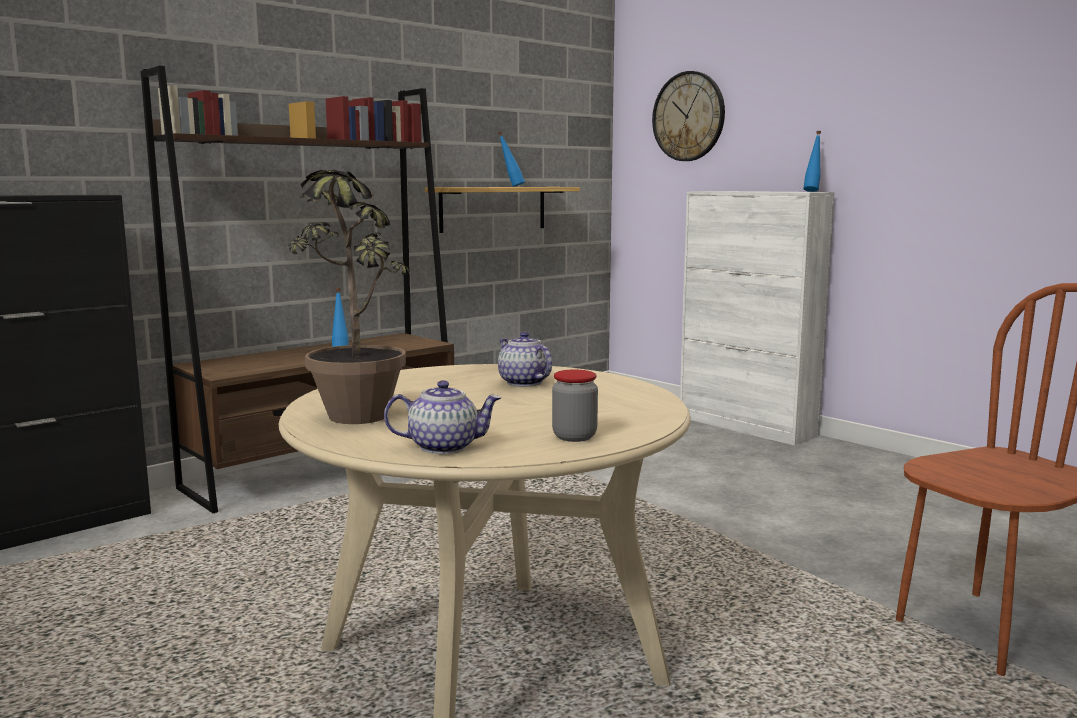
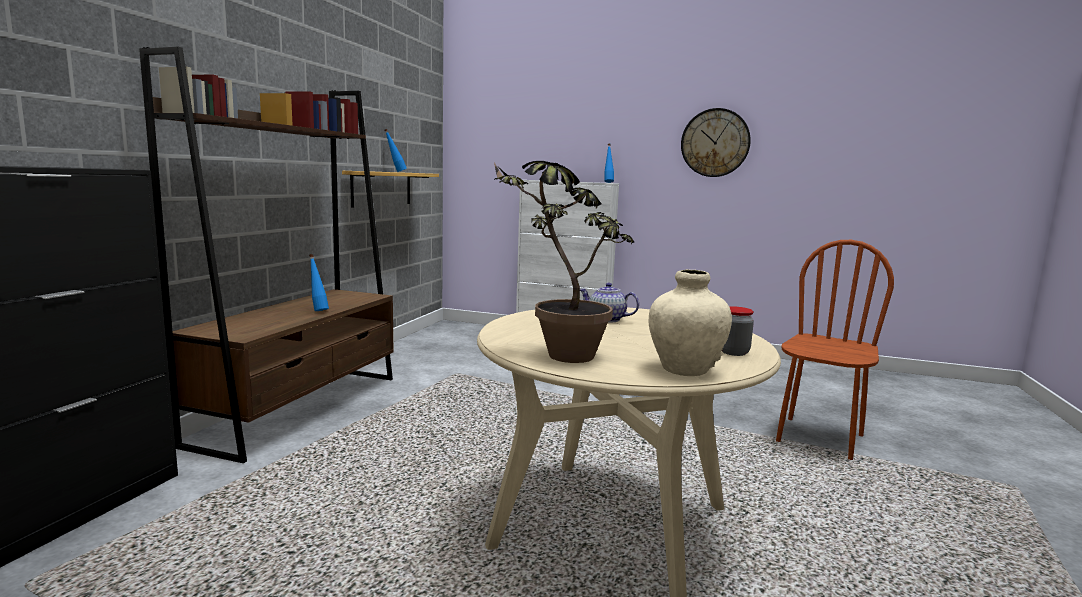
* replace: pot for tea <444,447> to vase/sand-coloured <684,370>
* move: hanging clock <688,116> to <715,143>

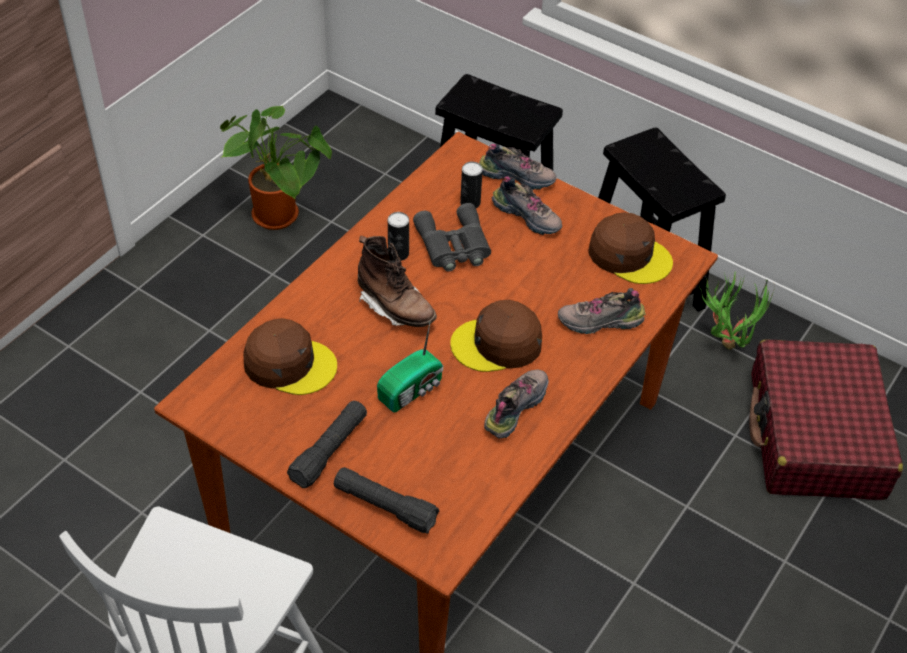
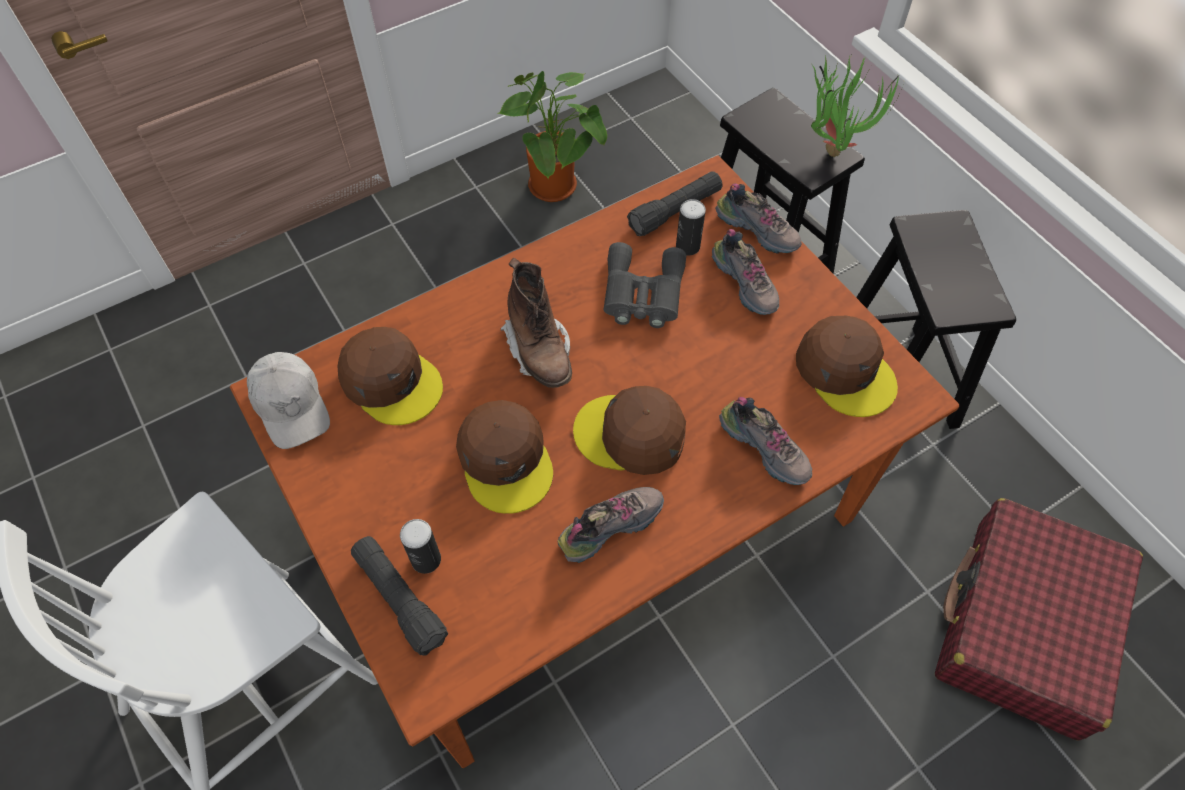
* move: torch/blackish <329,450> to <675,211>
* replace: radio set <412,390> to cap/brown-coloured <506,460>
* move: sealed can <398,254> to <426,559>
* rotate: shoe <600,322> = <766,448> 150 degrees counterclockwise
* move: houseplant <725,339> to <833,146>
* insert: cap/white <291,405>

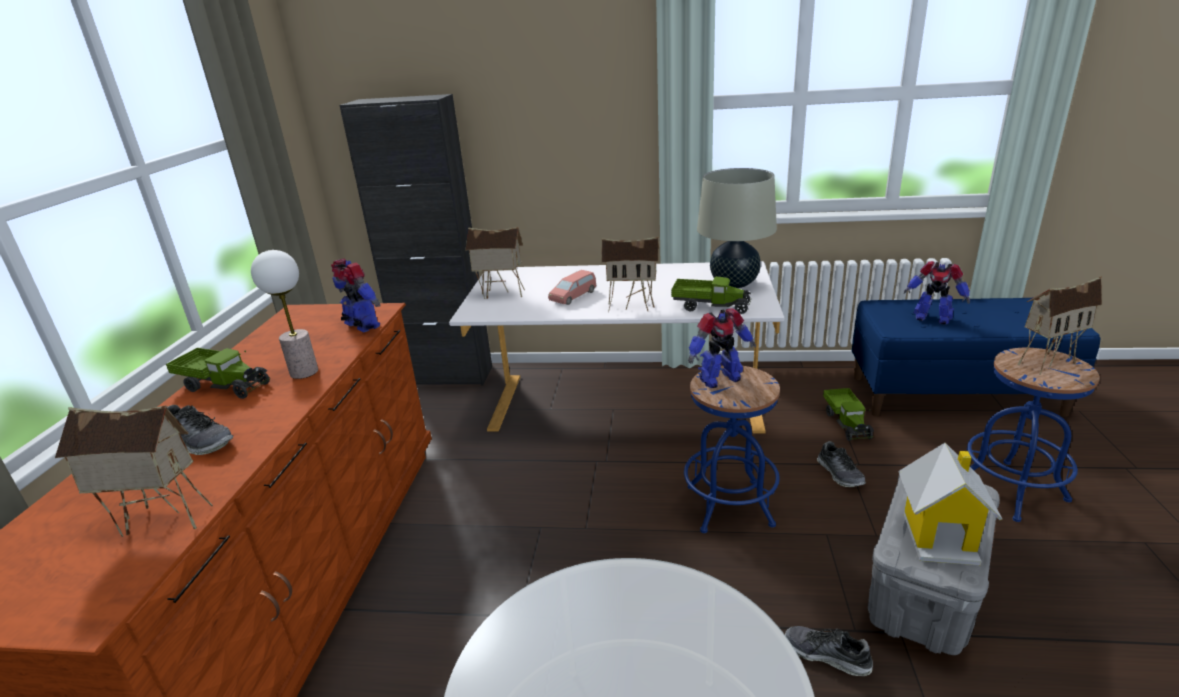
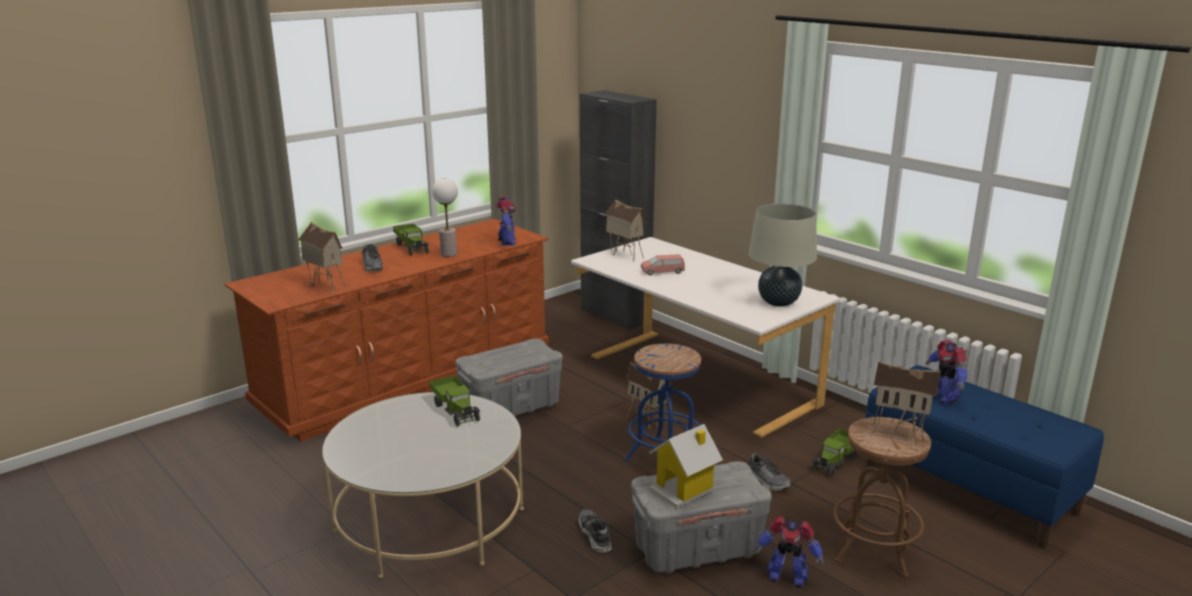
* move: toy house <632,306> to <647,420>
* move: toy lorry <710,306> to <456,410>
* move: toy robot <719,379> to <786,576>
* rotate: shoe <840,474> = <767,480> 60 degrees counterclockwise
* recolor: stool seat/bluish <1011,490> to stool seat/brown-coloured <874,550>
* insert: storage bin/gray <511,407>

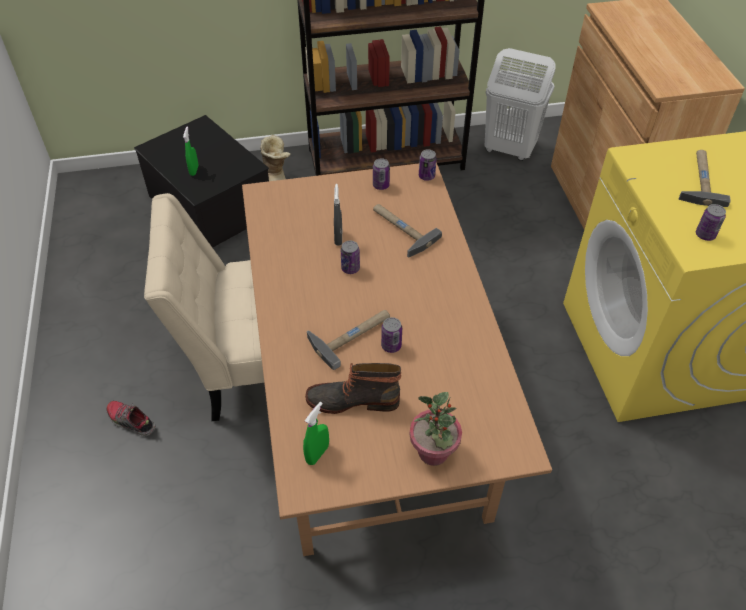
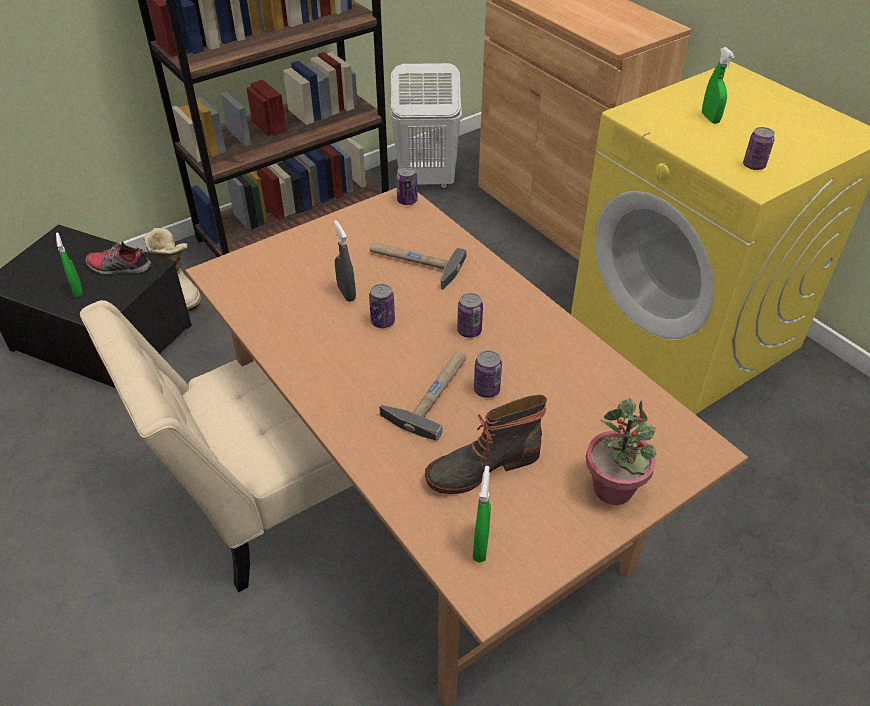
* move: shoe <131,421> to <119,268>
* move: sealed can <381,185> to <469,331>
* replace: tool hammer <700,179> to hand sprayer/green <710,118>

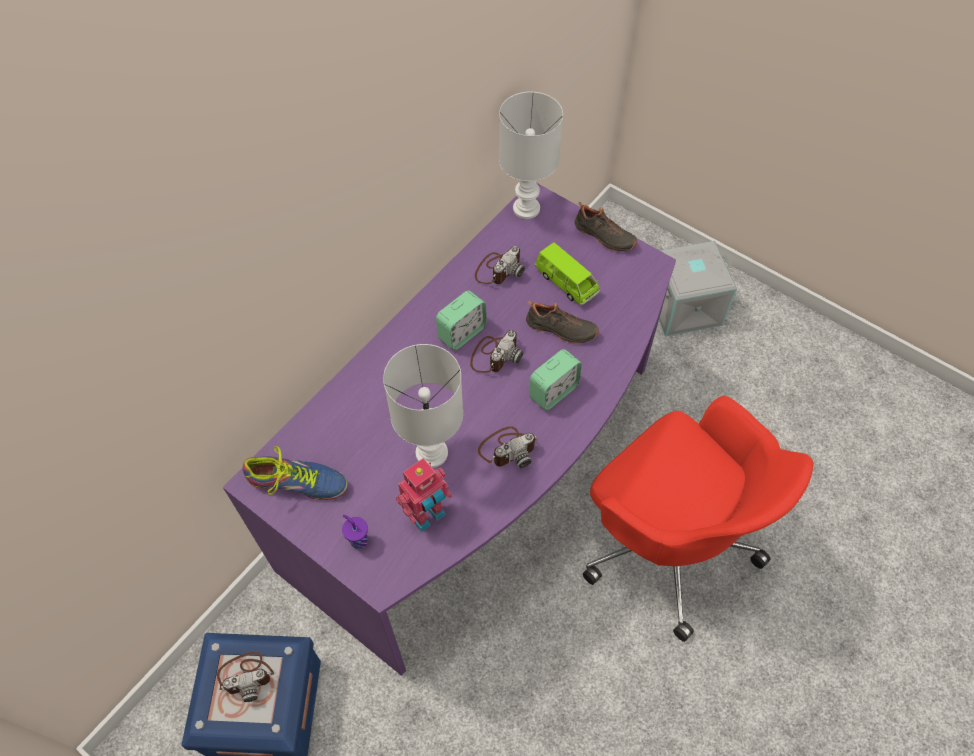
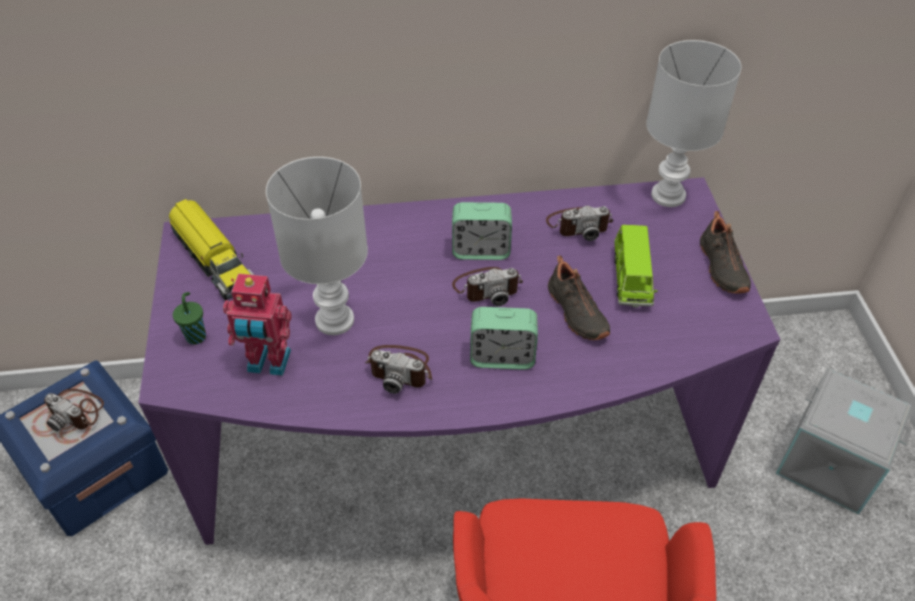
* replace: shoe <297,482> to toy lorry <213,259>
* recolor: drinking cup/purplish <358,540> to drinking cup/green <196,336>

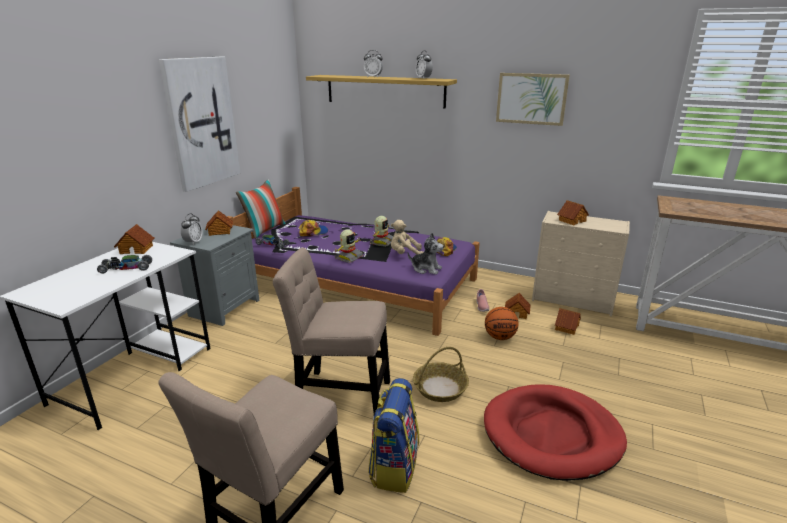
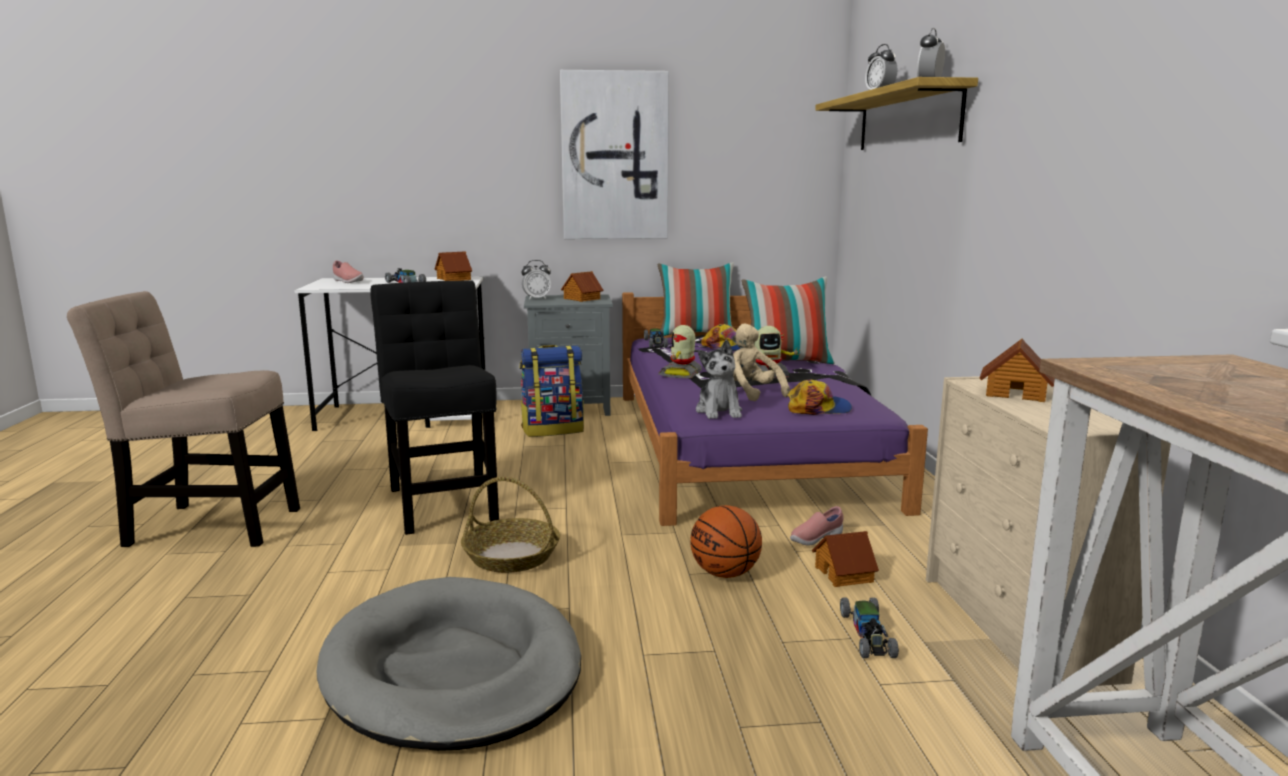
* recolor: upright chair/sand-coloured <339,394> to upright chair/blackish <443,501>
* rotate: toy robot <348,257> = <681,374> 105 degrees clockwise
* move: knapsack <394,466> to <553,430>
* recolor: pet bed/reddish <552,434> to pet bed/gray <453,670>
* delete: wall art <531,98>
* replace: toy house <566,327> to model car <867,635>
* insert: shoe/pink <347,281>
* insert: pillow <787,363>

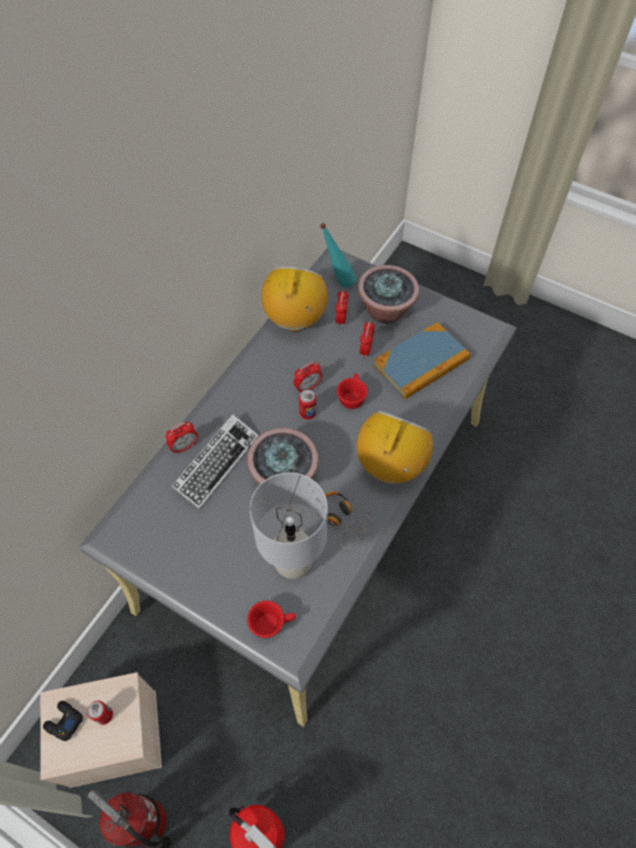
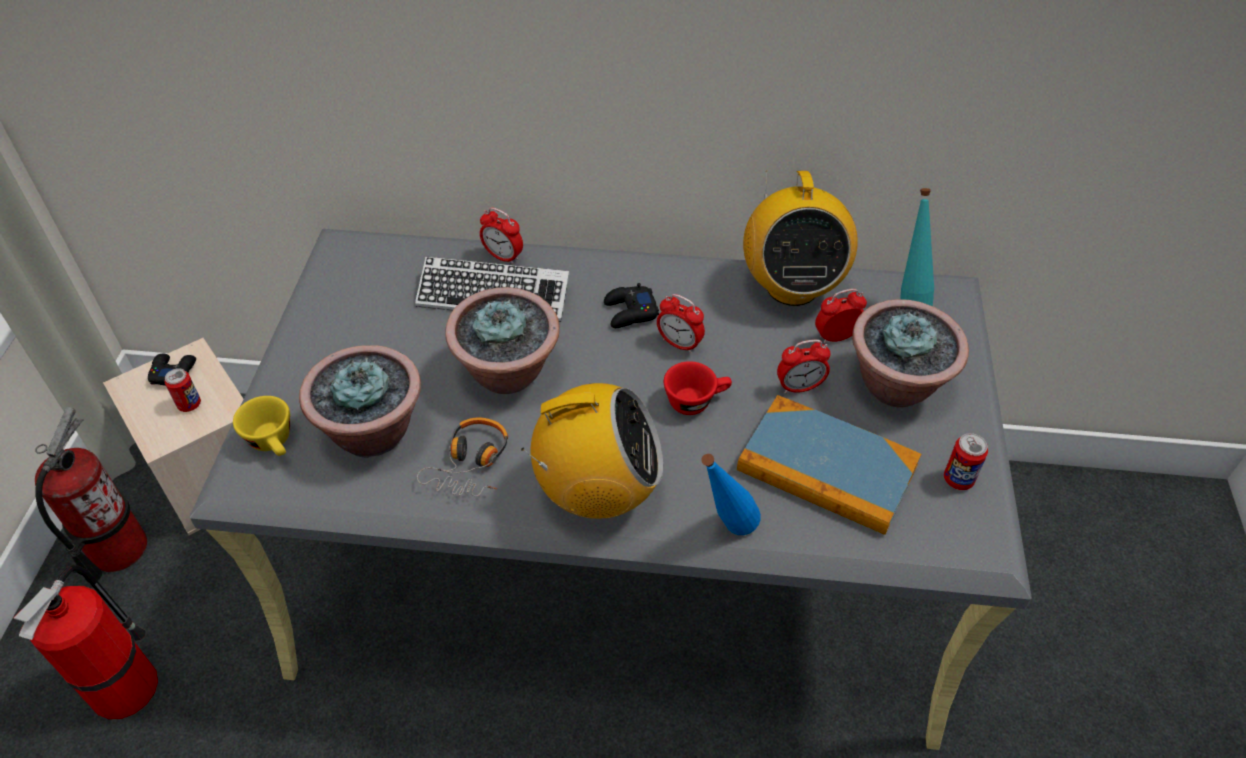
* recolor: drinking cup/reddish <272,623> to drinking cup/yellow-coloured <274,443>
* replace: tabletop lamp/gray <292,564> to houseplant <372,432>
* rotate: radio set <295,320> = <791,287> 105 degrees clockwise
* move: sealed can <307,413> to <958,479>
* insert: gamepad/blackish <630,312>
* insert: bottle/bluish <724,533>

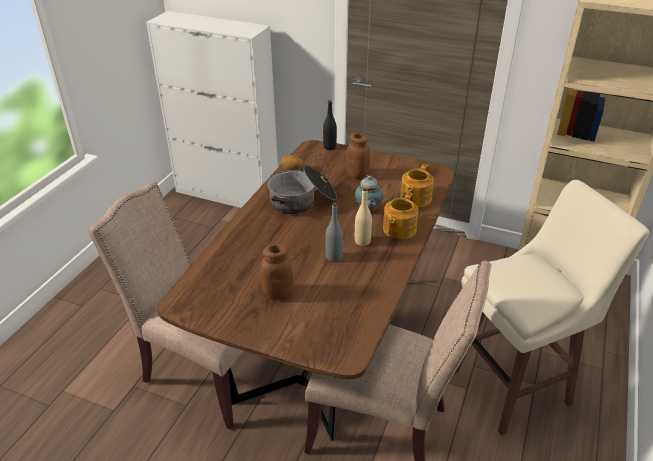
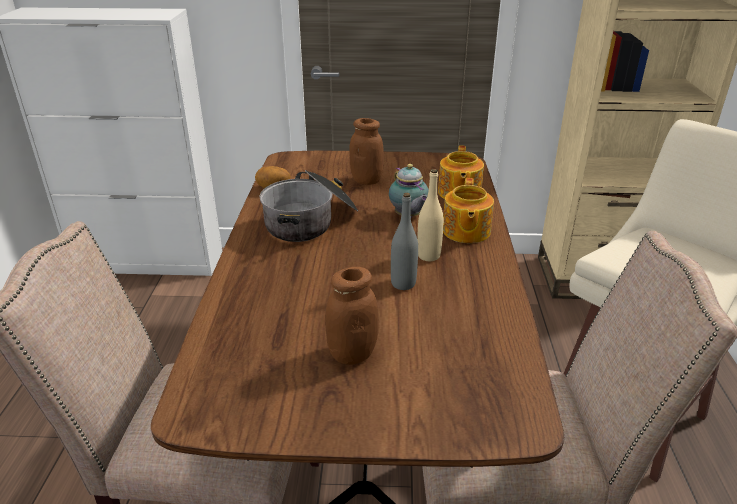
* delete: bottle/blackish <329,147>

